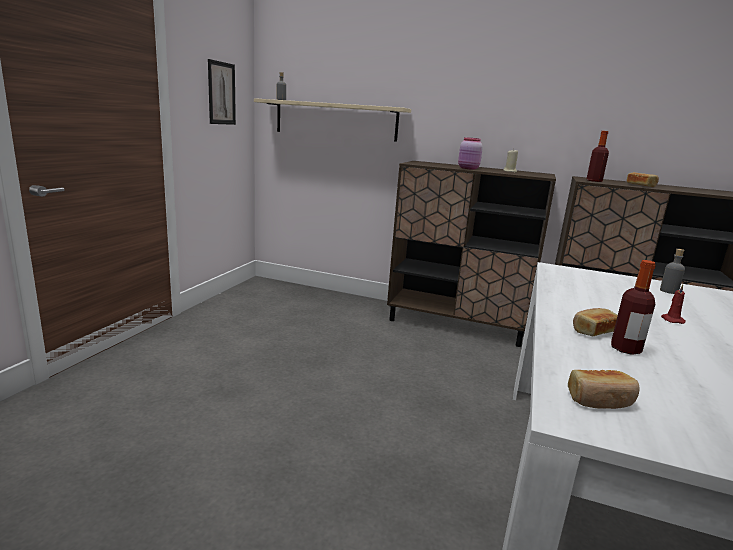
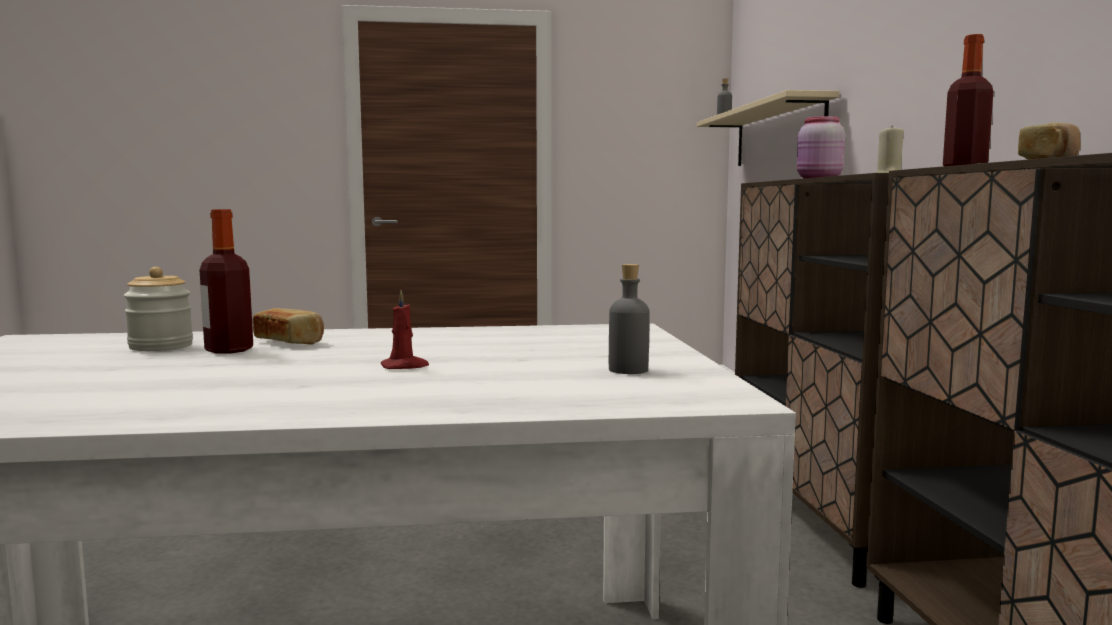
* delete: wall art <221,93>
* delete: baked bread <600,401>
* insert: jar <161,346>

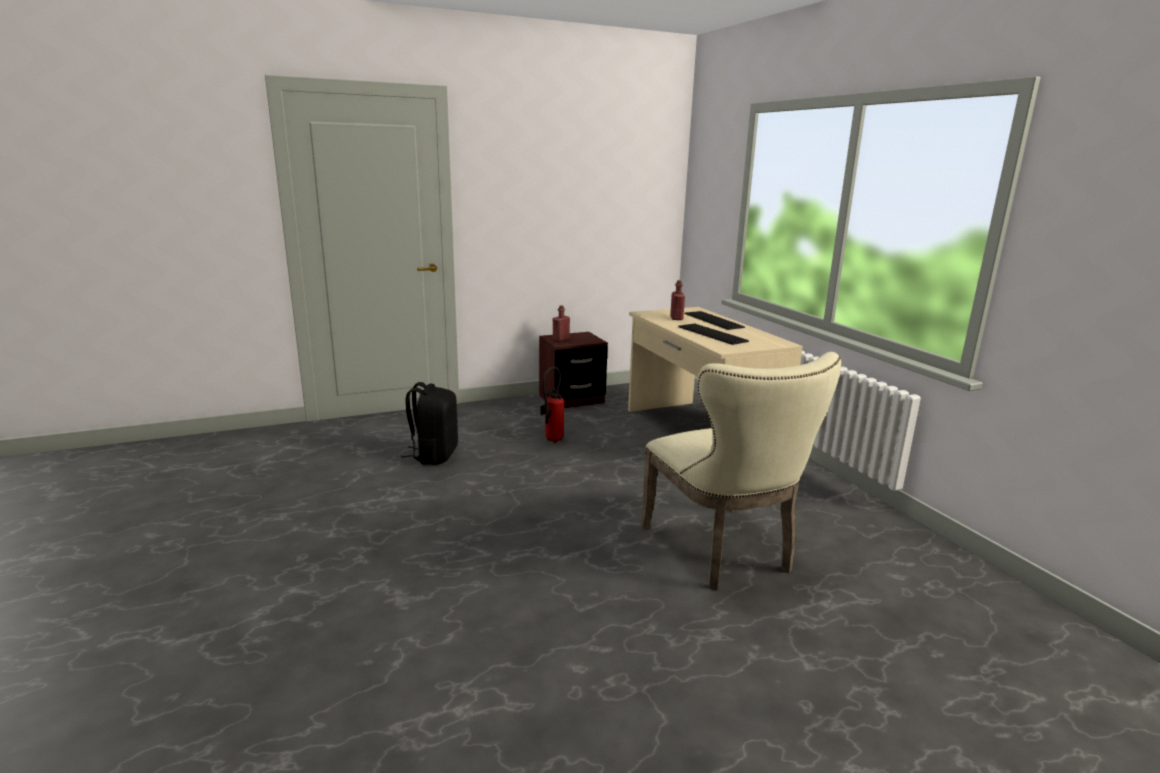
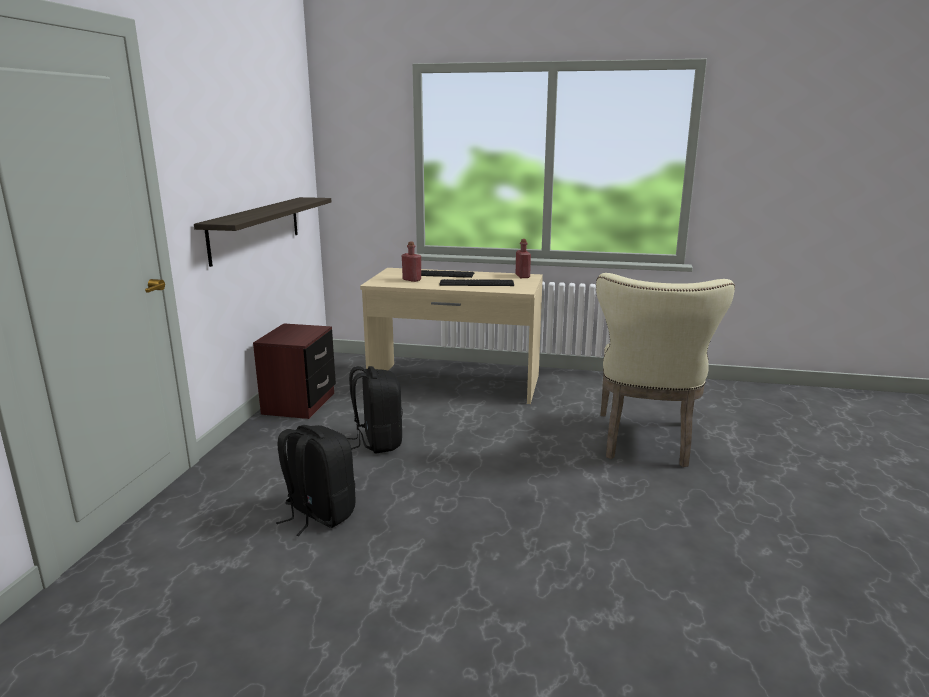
* replace: fire extinguisher <551,440> to knapsack/blackish <377,442>
* move: bottle/reddish <561,339> to <522,276>
* rotate: upright chair/sand-coloured <723,552> = <646,443> 90 degrees clockwise
* insert: bracket shelf <256,228>

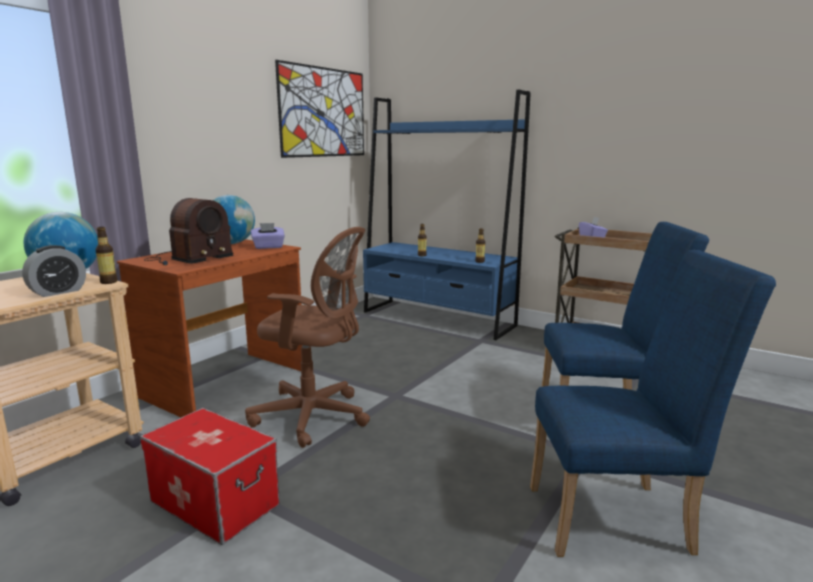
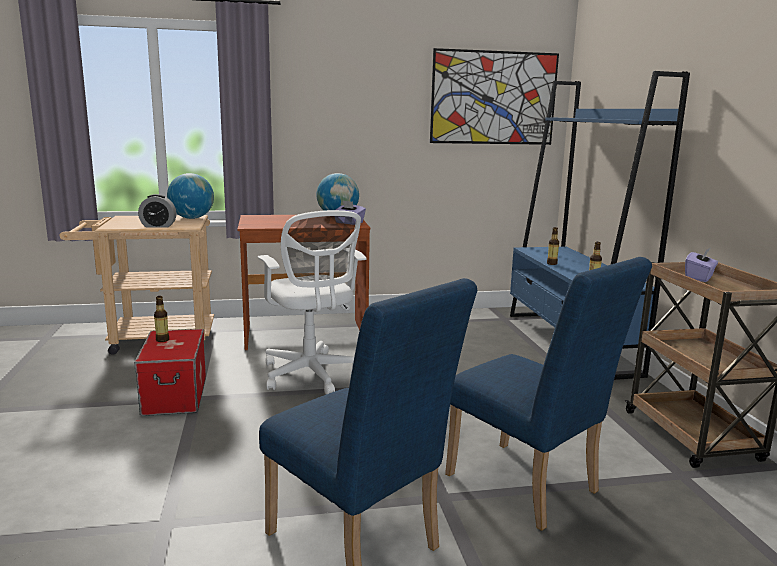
* move: bottle <108,282> to <162,340>
* delete: radio set <188,259>
* recolor: computer chair/brown-coloured <315,417> to computer chair/white <312,376>

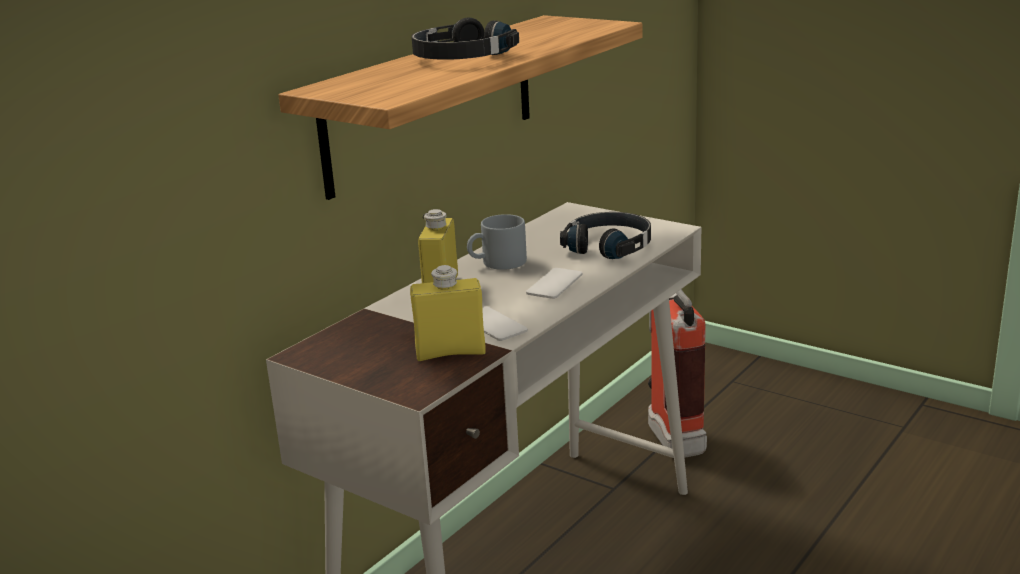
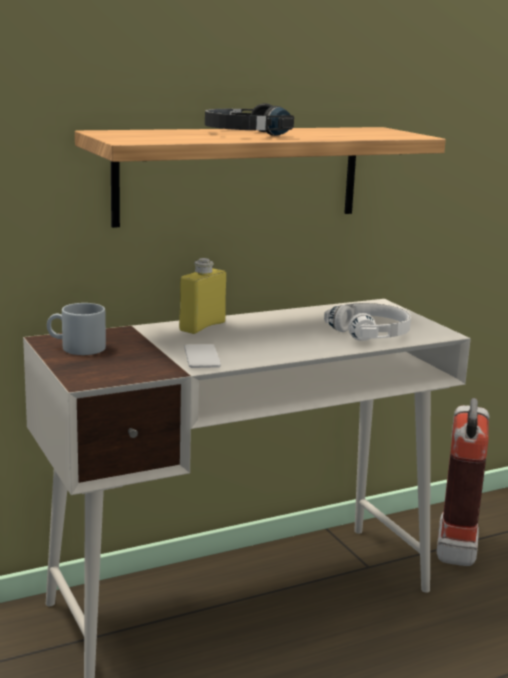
* delete: bottle/yellow-coloured <450,353>
* move: tea mug/gray <497,263> to <76,348>
* delete: phone <554,284>
* recolor: pair of headphones/blackish <609,246> to pair of headphones/white <371,332>

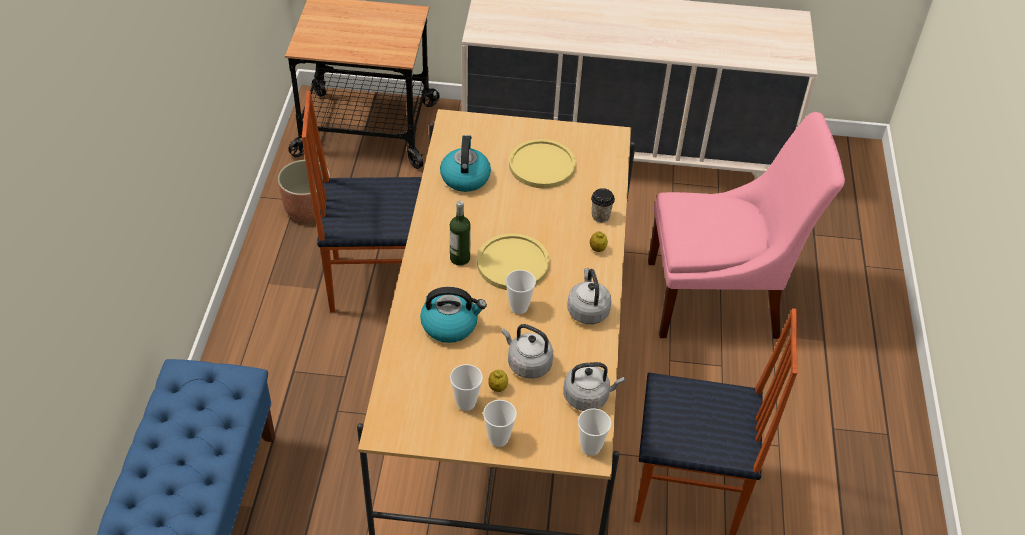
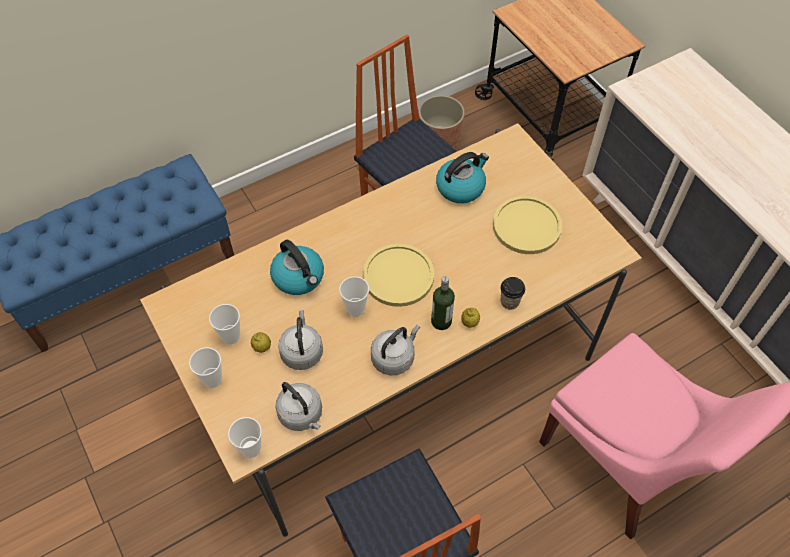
* move: bottle <460,258> to <441,321>

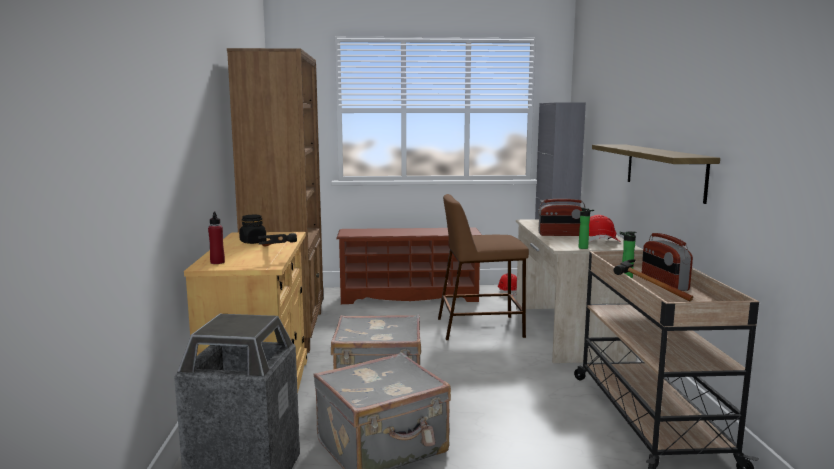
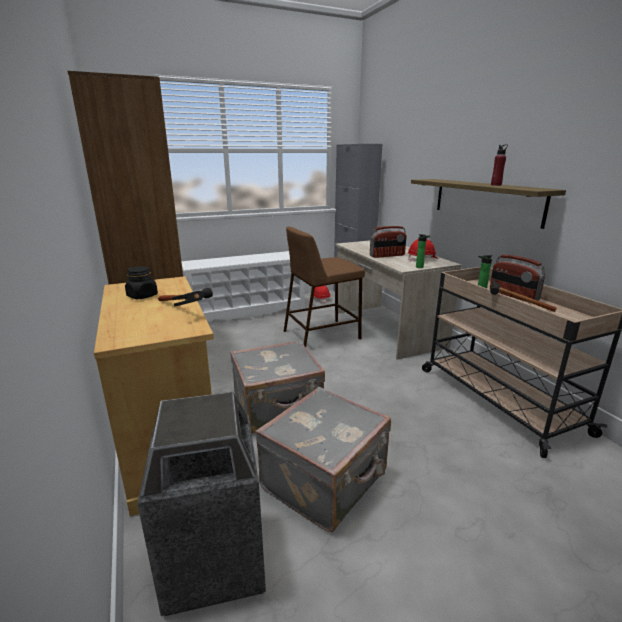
* move: bottle/reddish <217,262> to <496,185>
* recolor: shoe shelf/brown-coloured <409,296> to shoe shelf/white <247,312>

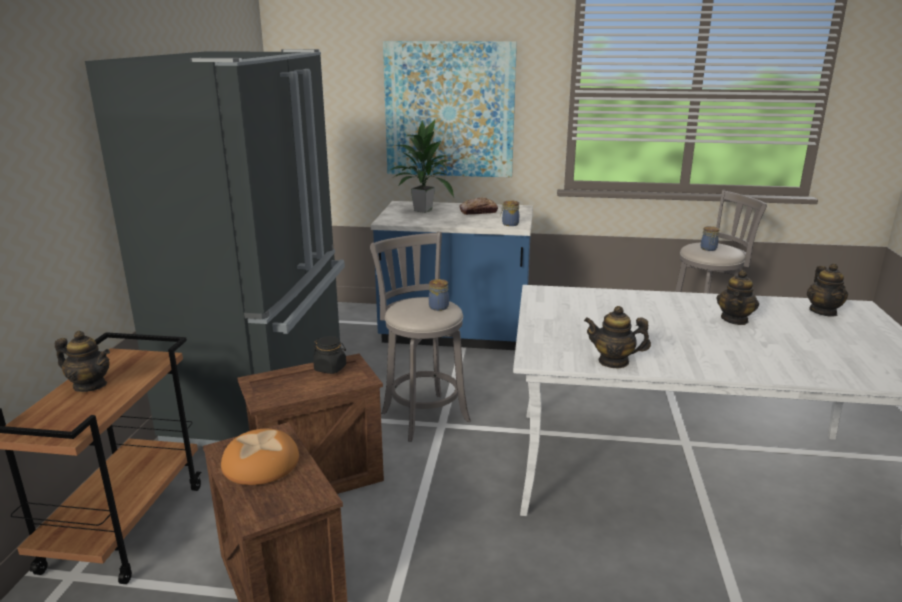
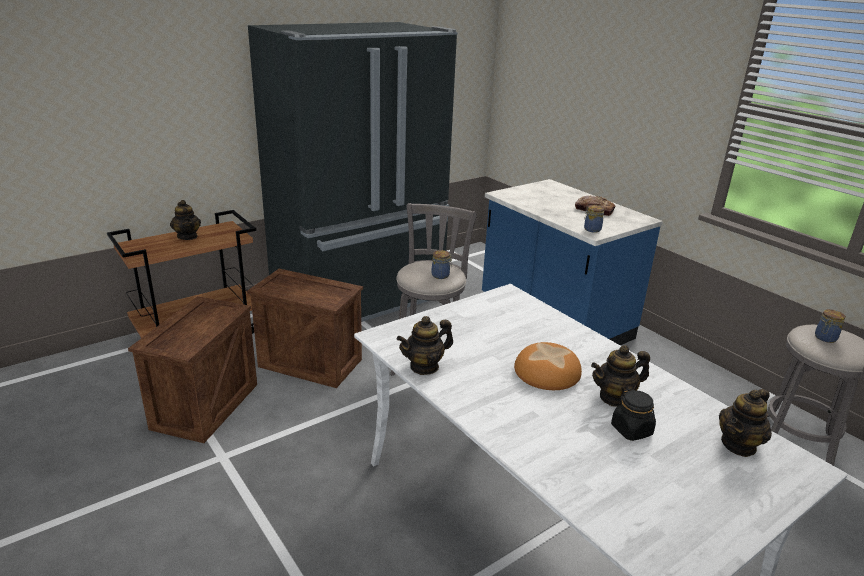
* move: baked bread <260,463> to <547,371>
* move: jar/blackish <330,368> to <631,430>
* delete: wall art <449,110>
* delete: houseplant <422,210>
* rotate: pot for tea <613,361> = <424,366> 90 degrees counterclockwise

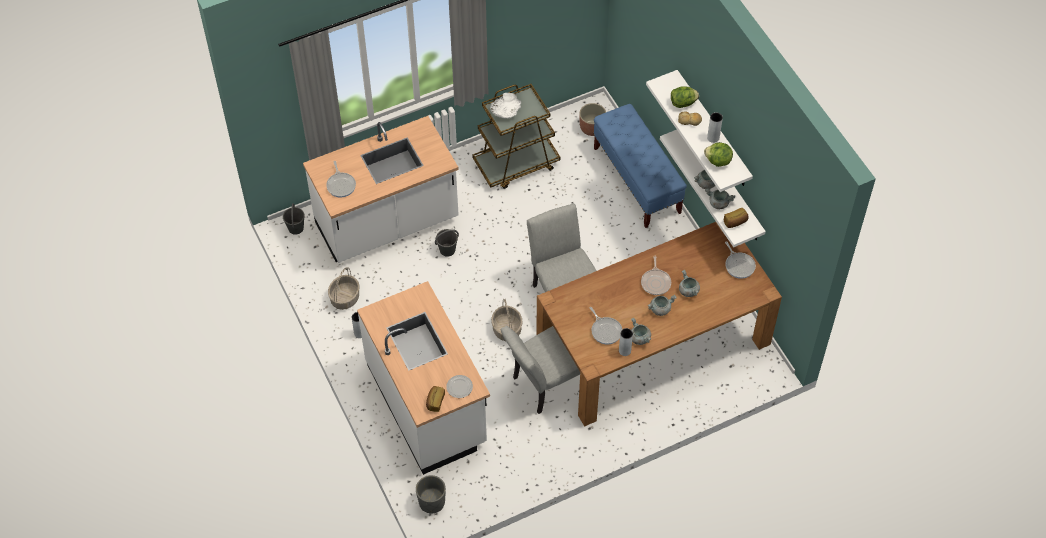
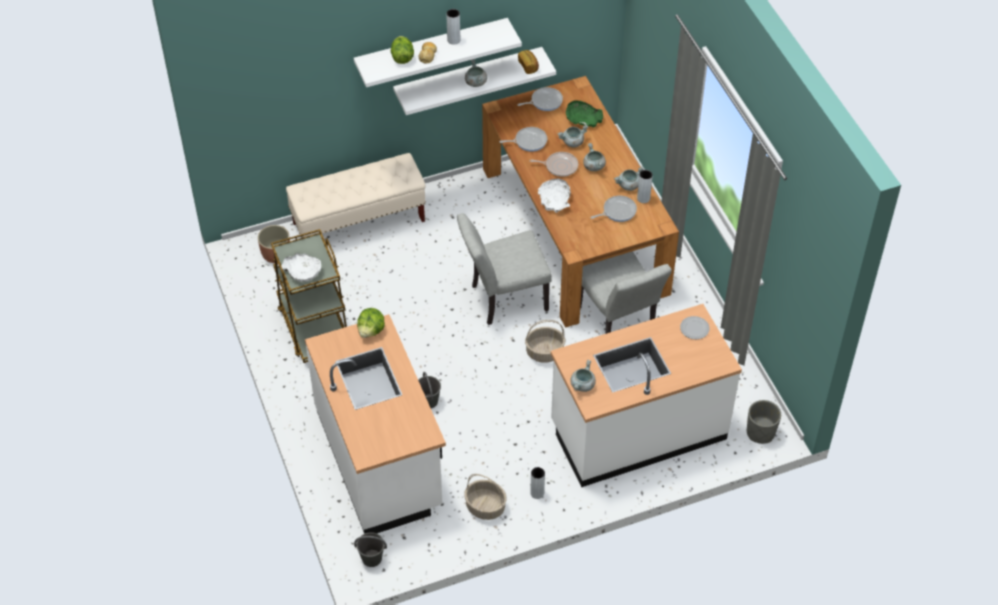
* move: skillet <341,185> to <529,141>
* delete: baked bread <435,402>
* recolor: long seat/bluish <637,181> to long seat/sand-coloured <359,222>
* move: lettuce <718,161> to <371,330>
* move: cooking pot/gray <718,203> to <582,385>
* insert: bowl/white <555,200>
* insert: bowl/green <583,119>

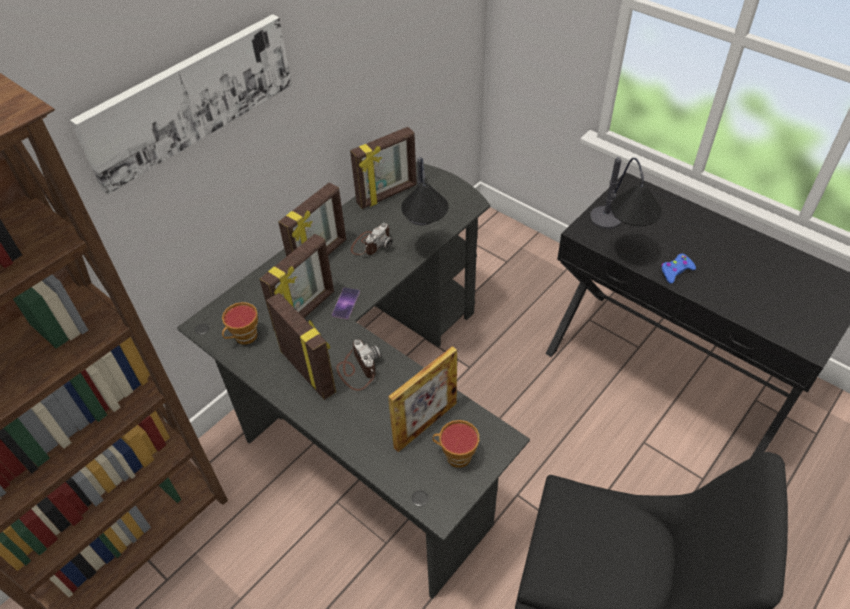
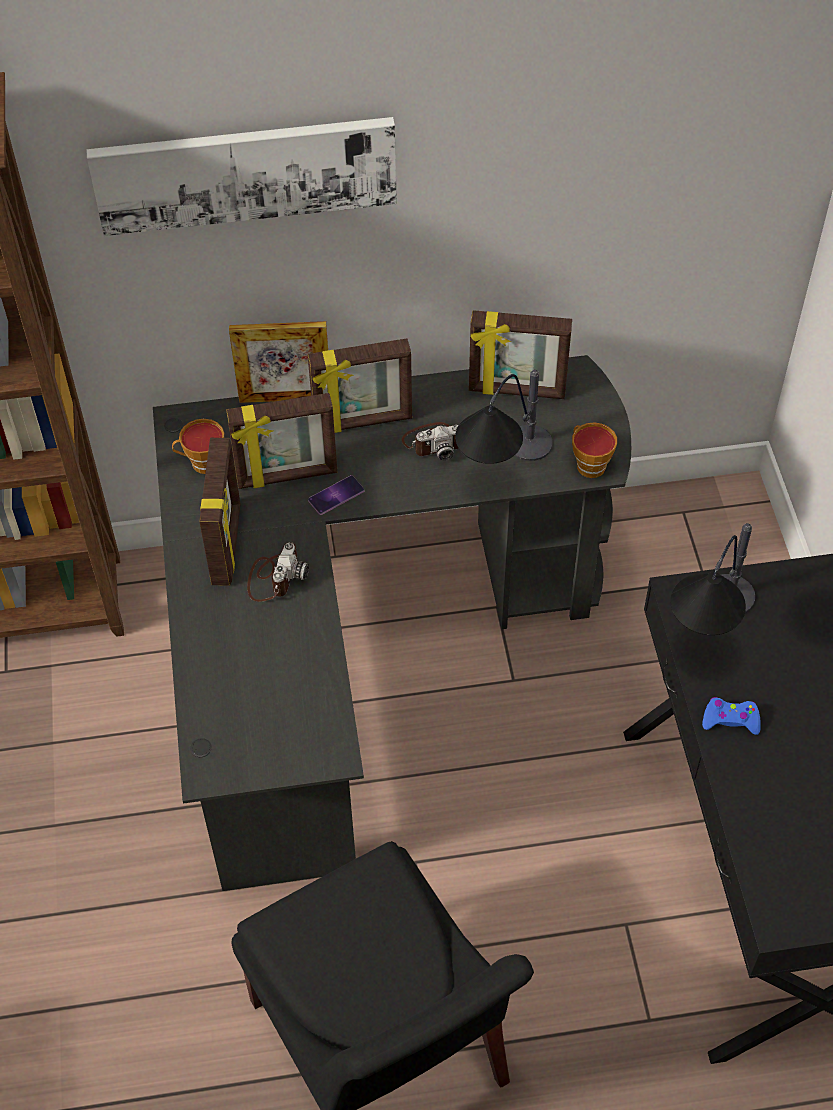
* move: picture frame <425,425> to <285,398>
* move: drinking cup <455,456> to <588,464>

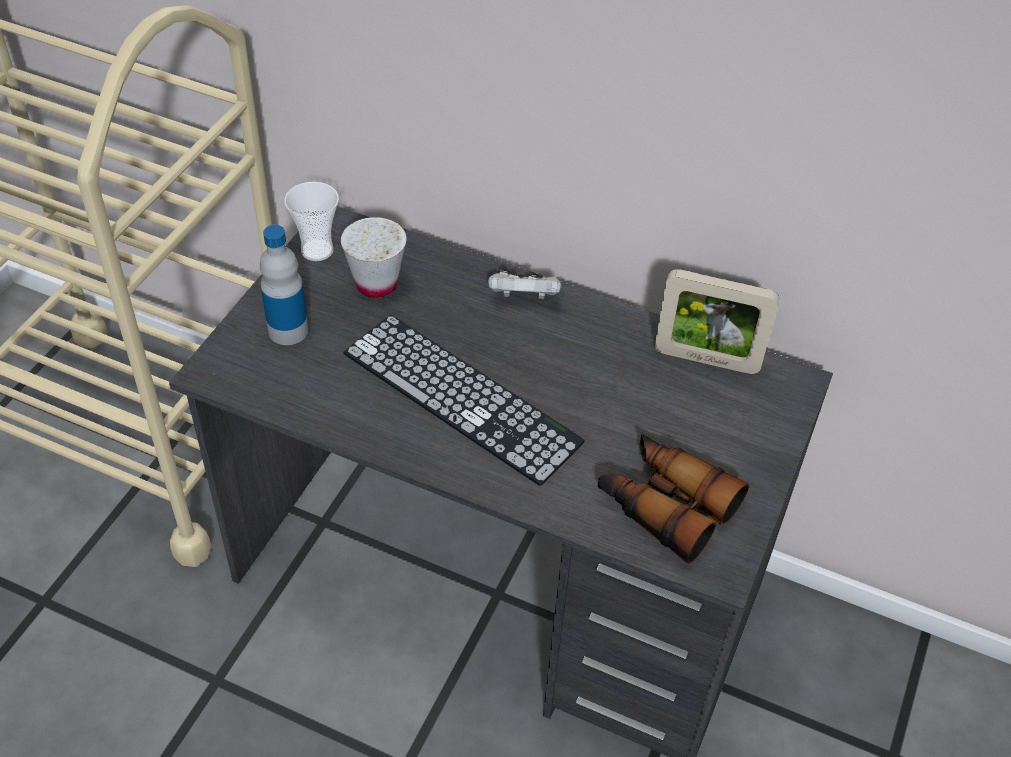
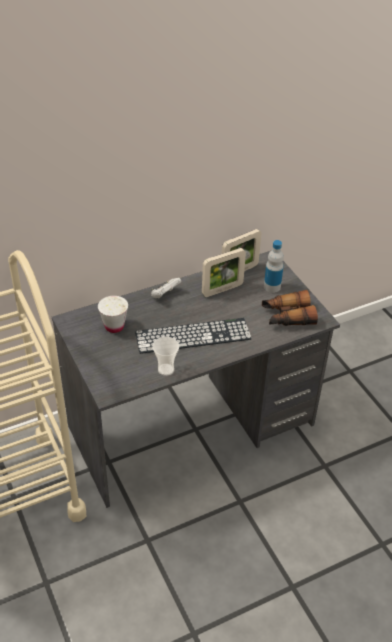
* move: bottle <288,330> to <272,287>
* move: drinking cup <317,250> to <166,369>
* insert: picture frame <222,290>

